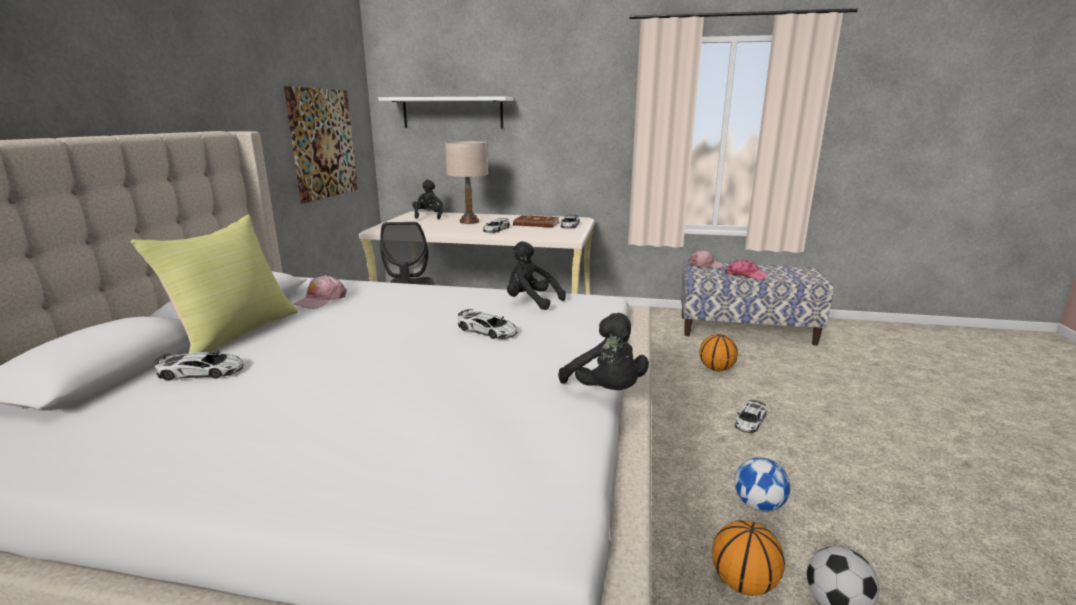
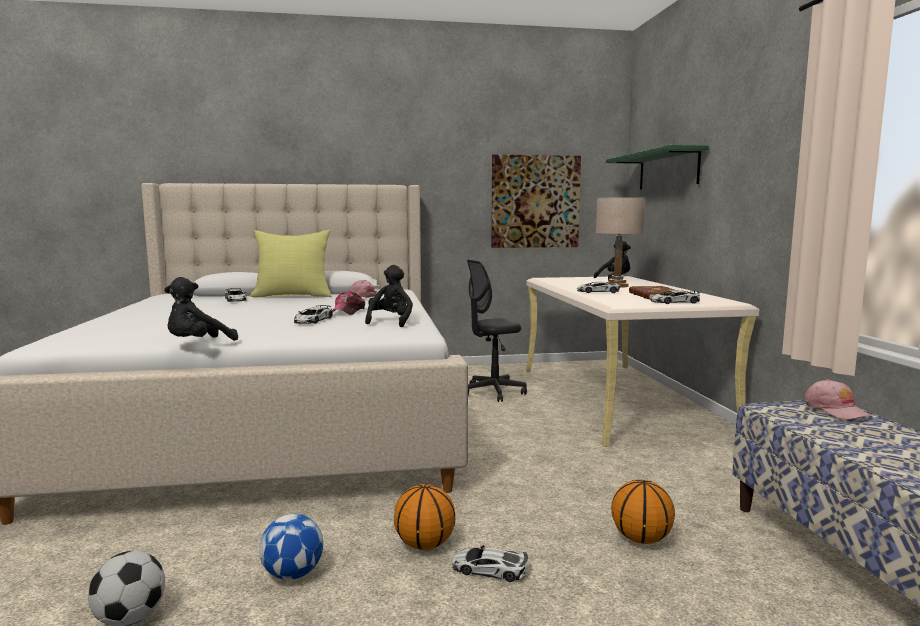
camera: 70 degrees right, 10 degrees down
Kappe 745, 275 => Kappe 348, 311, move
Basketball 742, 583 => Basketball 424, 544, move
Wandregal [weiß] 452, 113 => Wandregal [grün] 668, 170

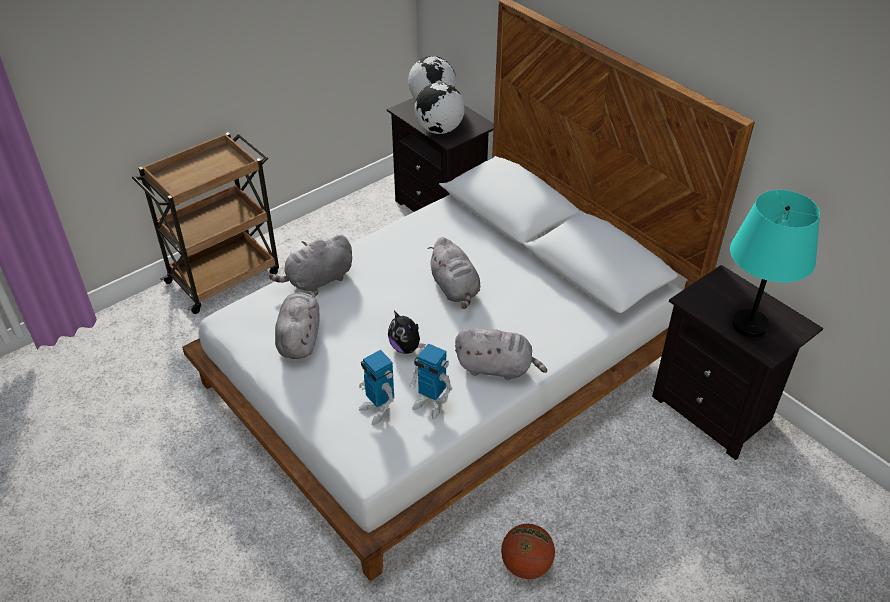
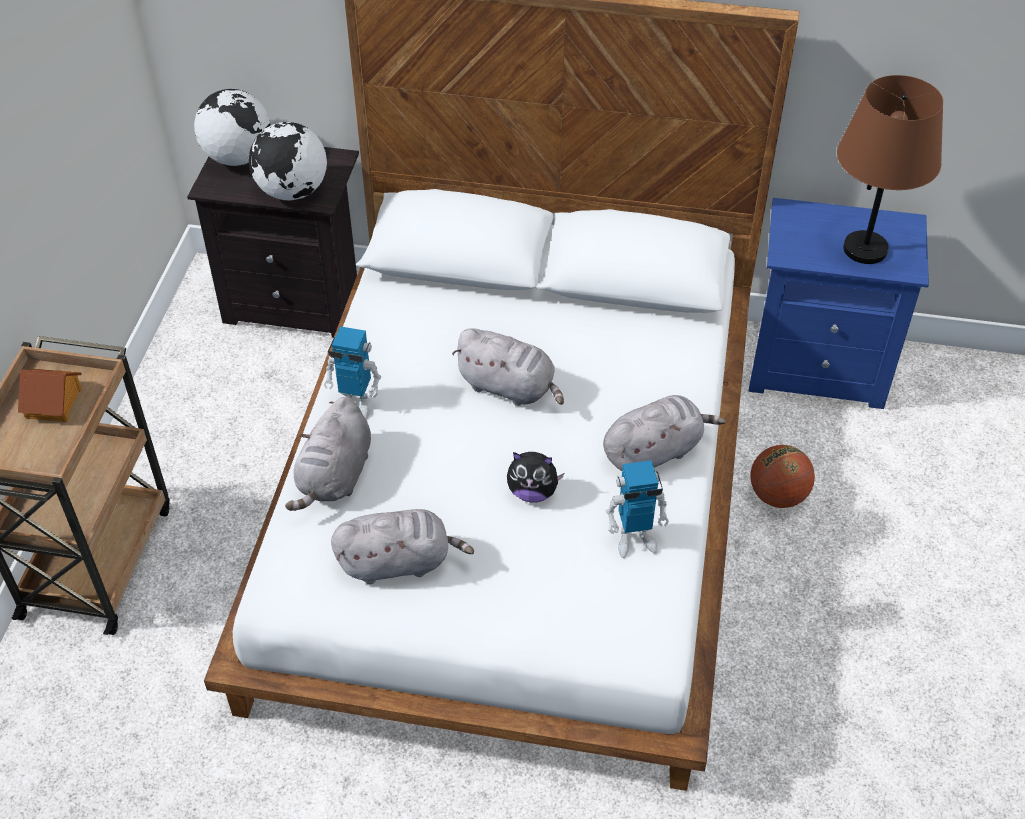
camera: 40 degrees left, 5 degrees up
nothing => Spielzeughaus 54, 403
Spielzeugroboter 378, 410 => Spielzeugroboter 355, 404, move
Plüschtier [grau] 299, 338 => Plüschtier [grau] 399, 562, 120 degrees clockwise
Nachttisch [schwarz] 715, 410 => Nachttisch [blau] 818, 368
Basketball 526, 565 => Basketball 777, 496, move
Tischlampe [türkis] 750, 324 => Tischlampe [braun] 865, 249

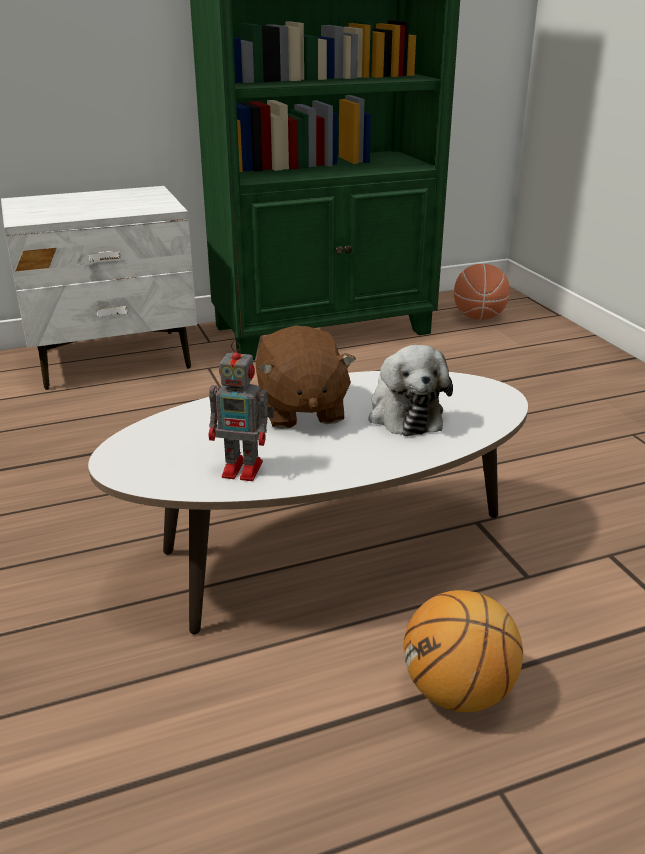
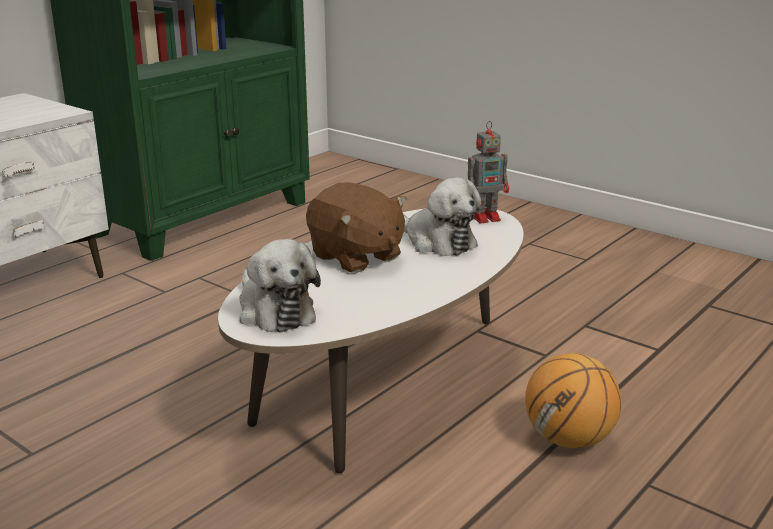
camera: 30 degrees left, 5 degrees down
nothing => Plüschtier 274, 311
Spielzeugroboter 244, 469 => Spielzeugroboter 486, 217, move
Basketball 479, 317 => nothing

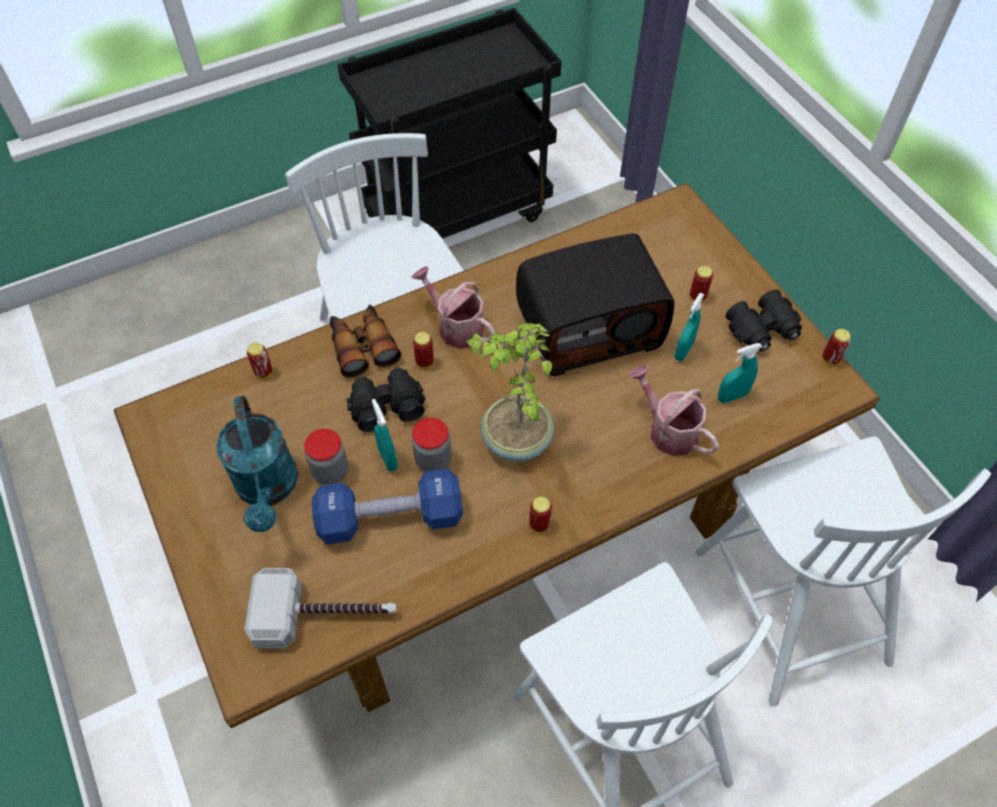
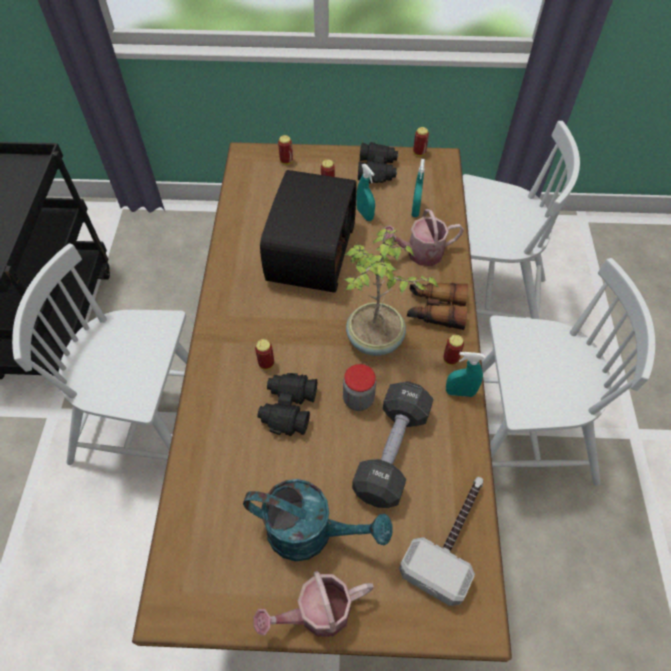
camera: 60 degrees left, 0 degrees up
Gießkanne 455, 326 => Gießkanne 316, 613, move
Dose 264, 372 => Dose 286, 161, move
Hantel [blau] 390, 518 => Hantel [schwarz] 392, 451
Fernglas 362, 346 => Fernglas 435, 310, move
Sprühflasche [türkis] 388, 458 => Sprühflasche [türkis] 460, 392, move
Vorratsglas 330, 471 => nothing

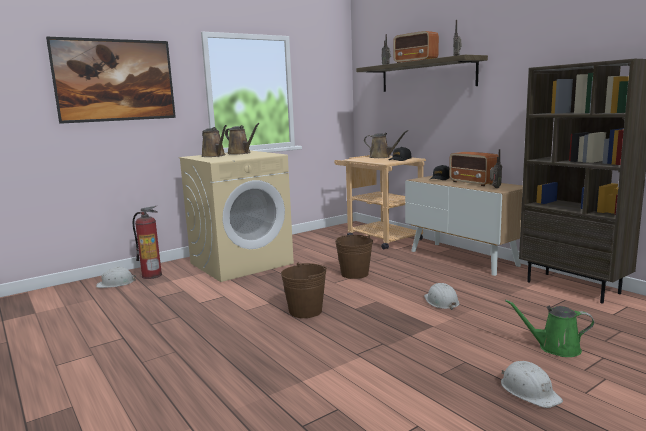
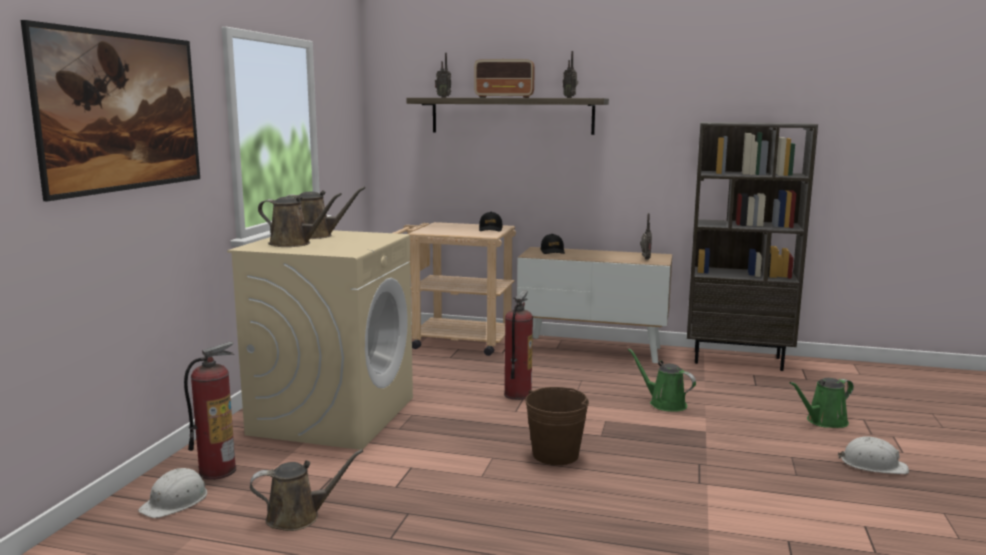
camera: 40 degrees left, 0 degrees up
Gießkanne [braun] 381, 157 => Gießkanne [braun] 298, 517, move
Eimer [braun] 354, 274 => Feuerlöscher 517, 394
Schutzhelm [weiß] 441, 301 => Gießkanne [grün] 664, 403
Radio 473, 183 => nothing

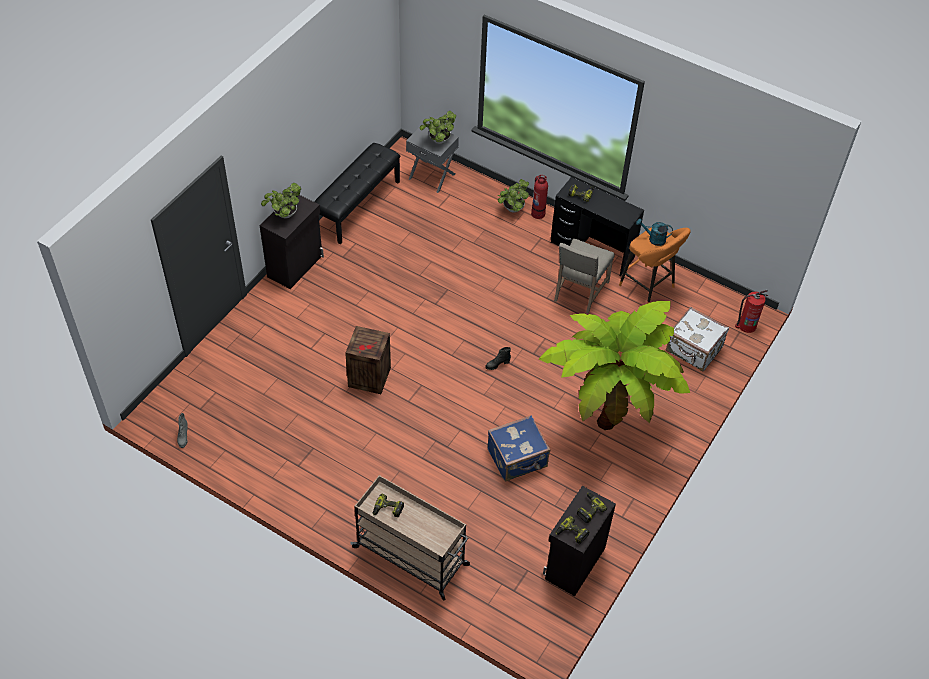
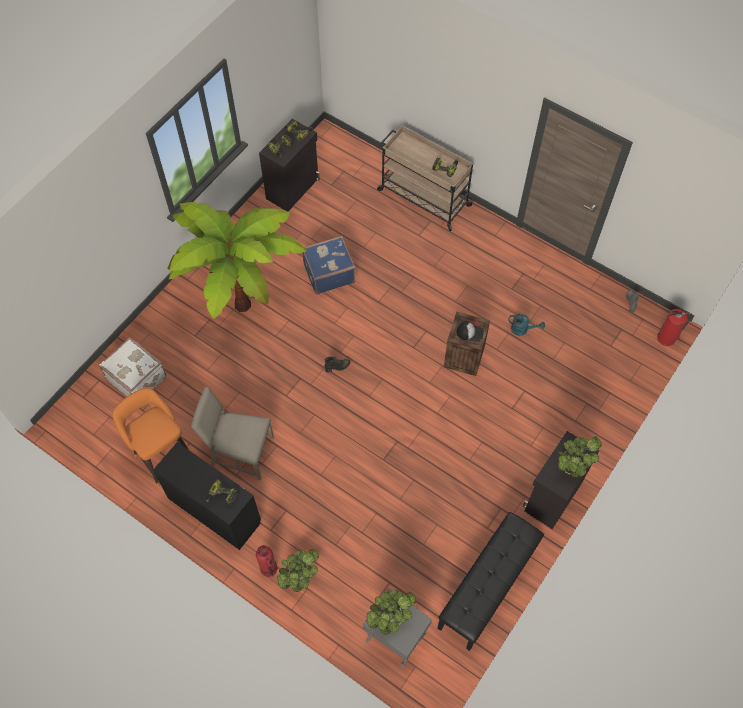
camera: 175 degrees left, 10 degrees up
Stuhl [beige] 579, 292 => Stuhl [beige] 240, 452, 105 degrees counterclockwise
nothing => Kappe 470, 332
Gießkanne [türkis] 653, 239 => Gießkanne [türkis] 522, 329, move
Feuerlöscher 746, 325 => Feuerlöscher 667, 338, move

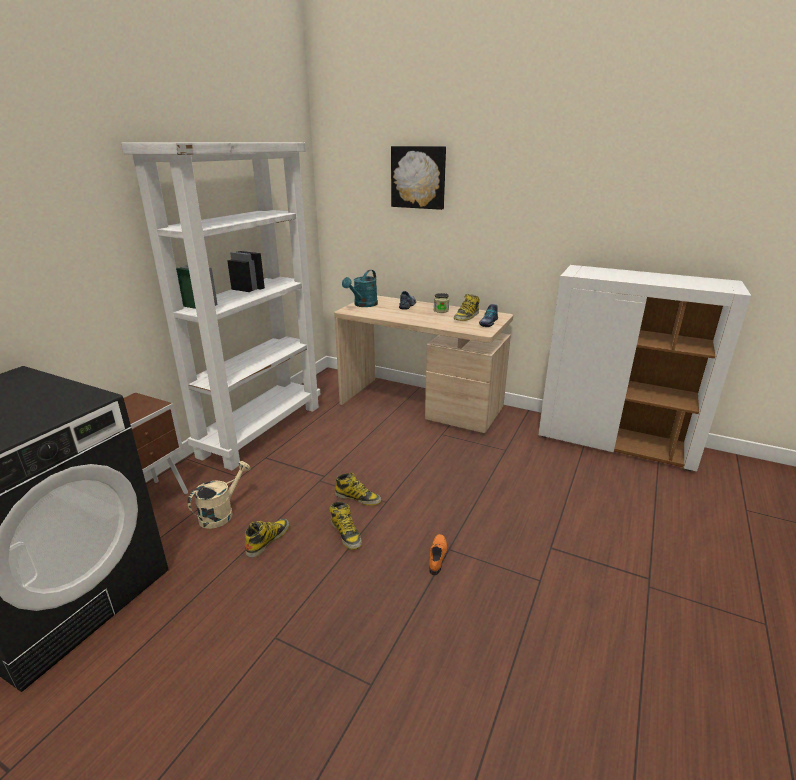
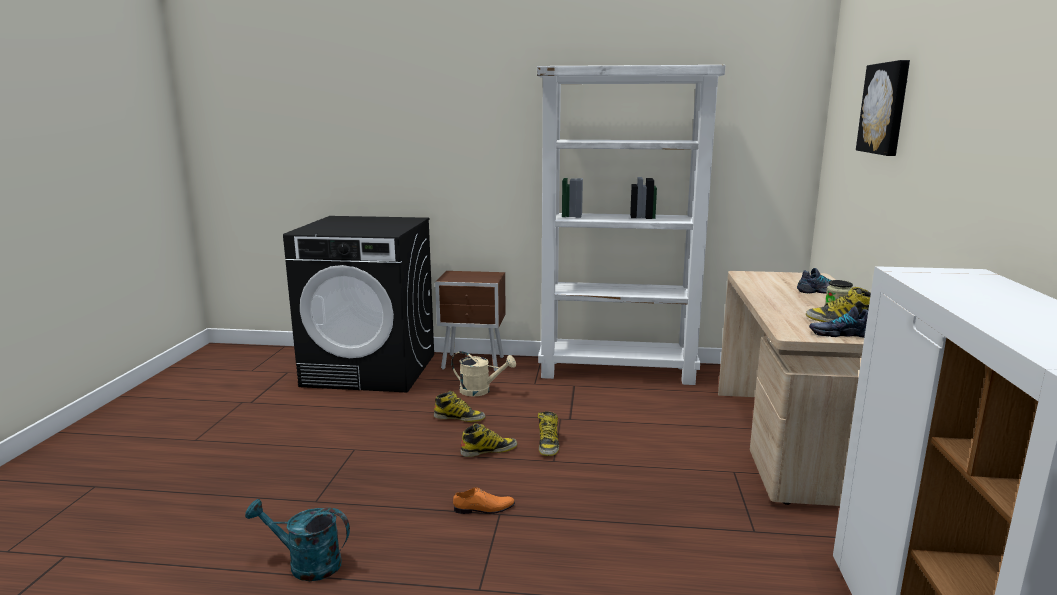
camera: 70 degrees right, 10 degrees down
Gießkanne [türkis] 363, 305 => Gießkanne [türkis] 306, 564, move
Stiefel 346, 533 => Stiefel 489, 450, 150 degrees counterclockwise

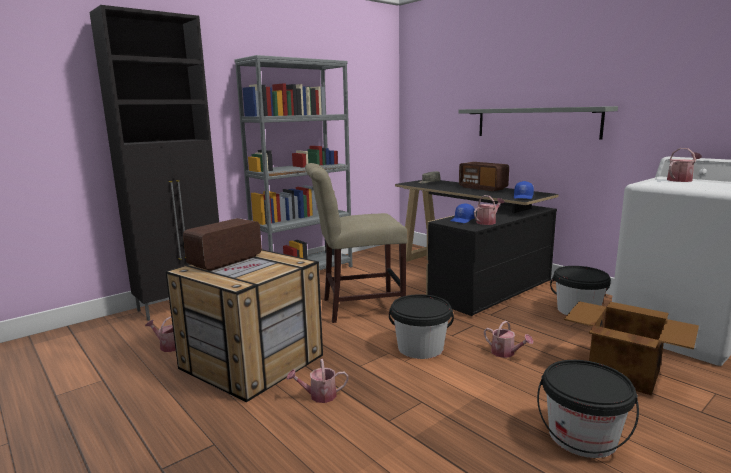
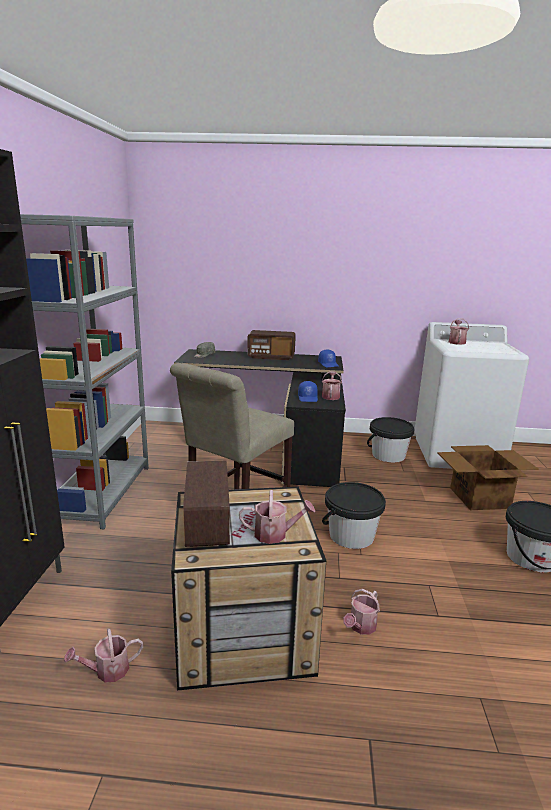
camera: 45 degrees left, 5 degrees up
Gießkanne 506, 353 => Gießkanne 275, 534, move
Wandregal [grau] 535, 122 => nothing

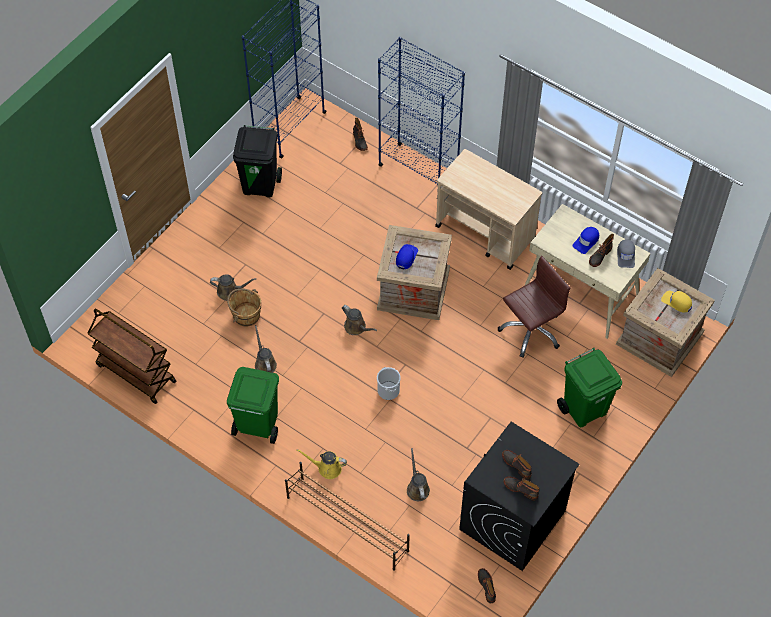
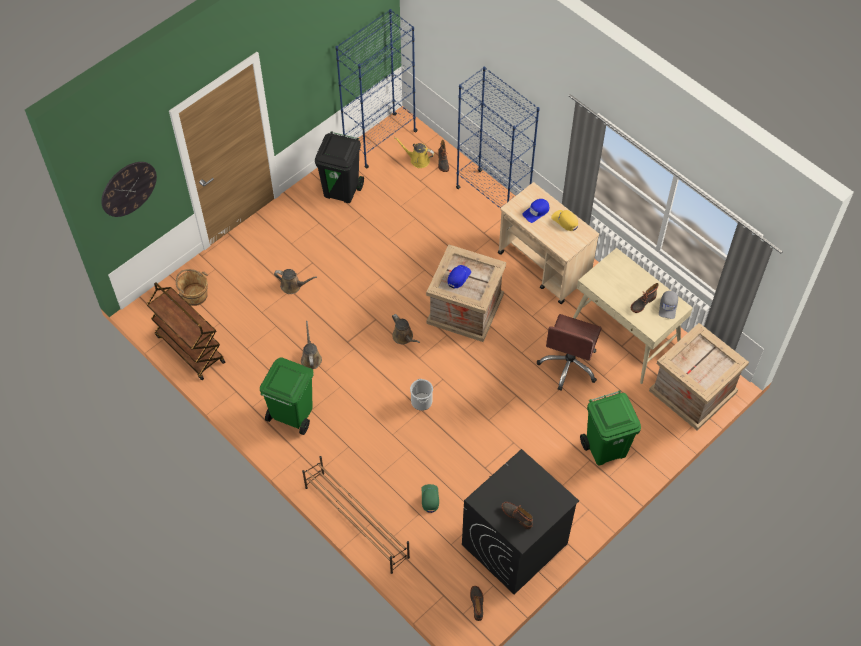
camera: 10 degrees right, 0 degrees up
nothing => Wanduhr 128, 188
Eimer [braun] 246, 315 => Eimer [braun] 194, 295, move
Gießkanne [gelb] 327, 468 => Gießkanne [gelb] 417, 160, move
Gießkanne [braun] 417, 488 => Kappe [grün] 430, 498
Kappe [blau] 586, 241 => Kappe [blau] 536, 212, move
Bürostuhl [braun] 530, 330 => Bürostuhl [braun] 569, 365, 135 degrees clockwise
Kappe [gelb] 676, 302 => Kappe [gelb] 565, 221, move
Stiefel 517, 465 => nothing

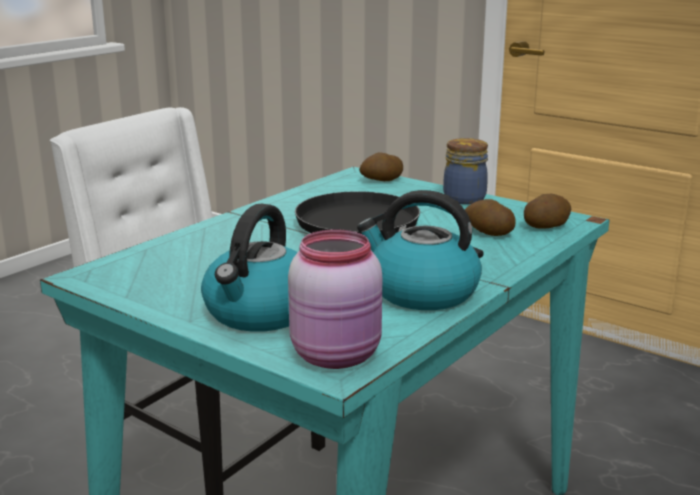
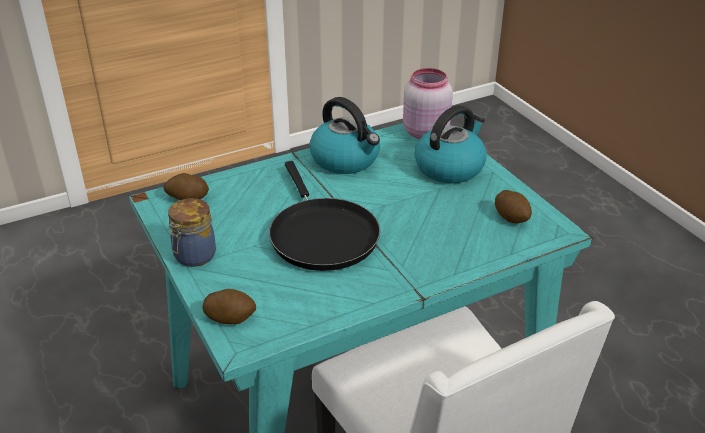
camera: 155 degrees left, 15 degrees up
Kartoffel 488, 233 => Kartoffel 512, 217, move

